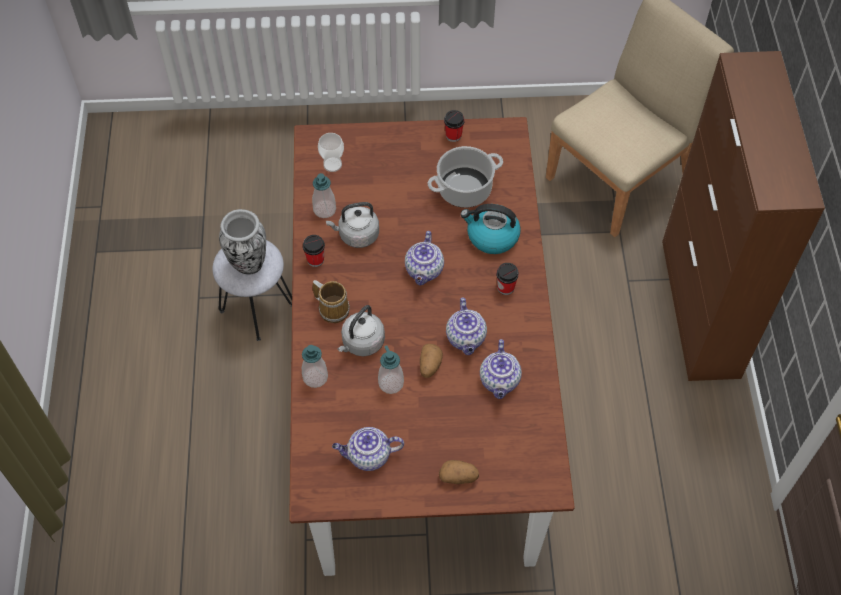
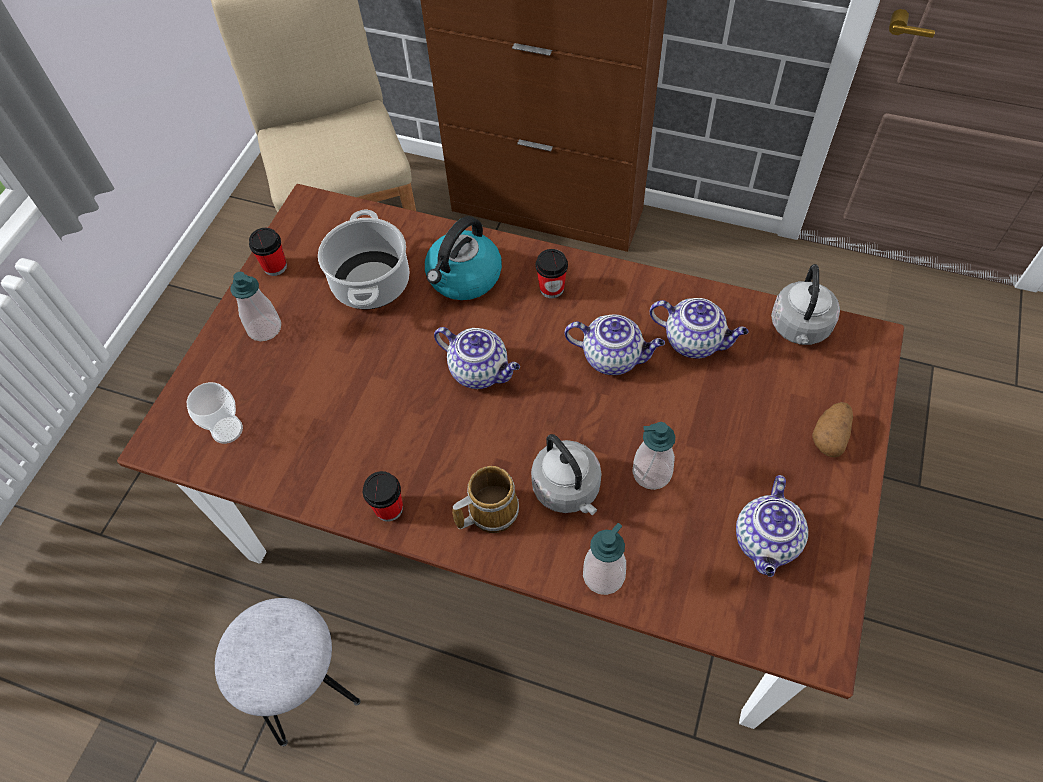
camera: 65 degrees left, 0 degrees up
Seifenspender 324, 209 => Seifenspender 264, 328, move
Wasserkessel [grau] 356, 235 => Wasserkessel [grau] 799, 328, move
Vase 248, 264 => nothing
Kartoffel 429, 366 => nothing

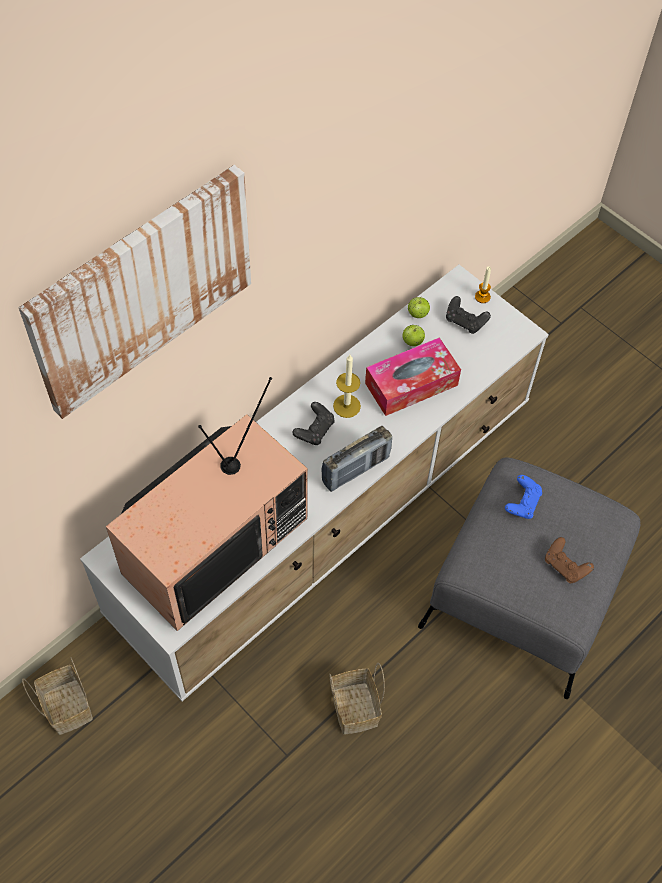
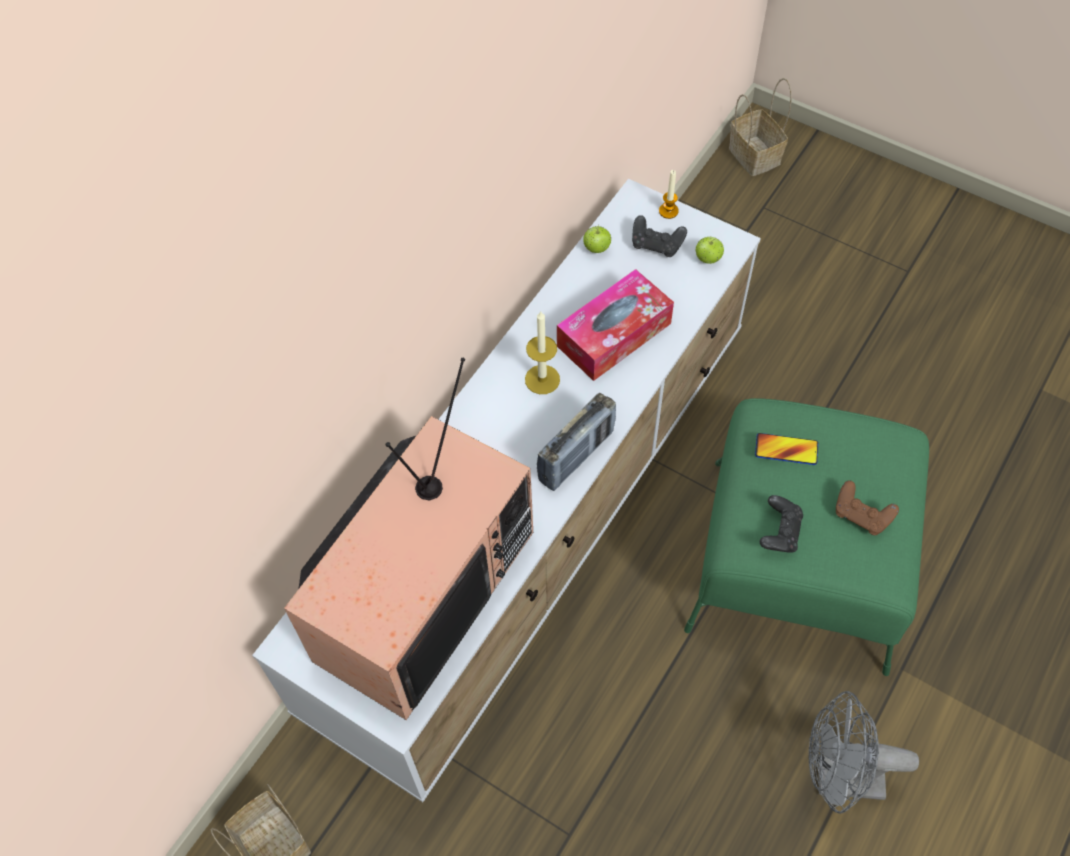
camera: 10 degrees left, 0 degrees up
Polsterhocker [grau] 521, 596 => Polsterhocker [grün] 796, 564
Apfel 412, 342 => Apfel 708, 259, move
Korb 353, 707 => Korb 752, 155, move
Gamepad [blau] 522, 503 => Handy 786, 450
Gamepad [schwarz] 314, 430 => Gamepad [schwarz] 779, 532, move
nothing => Ventilator [grau] 838, 778
Bild 141, 290 => nothing

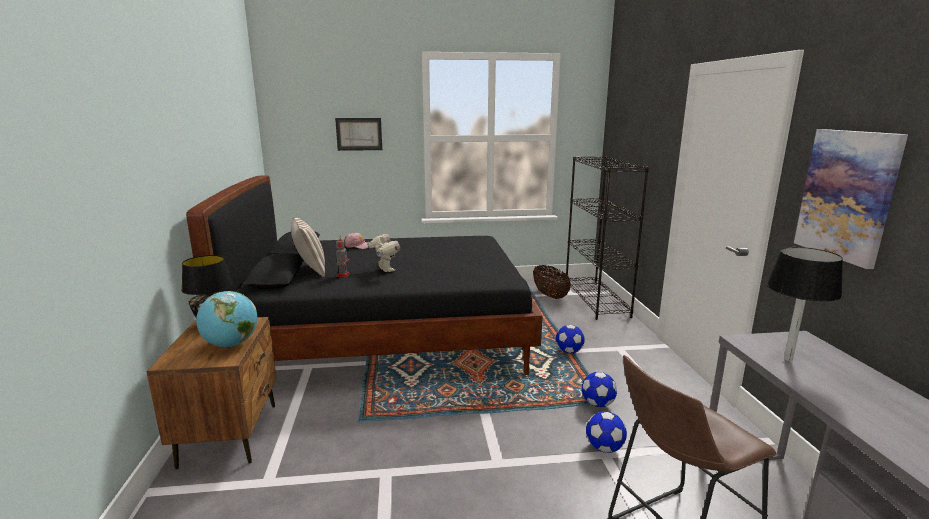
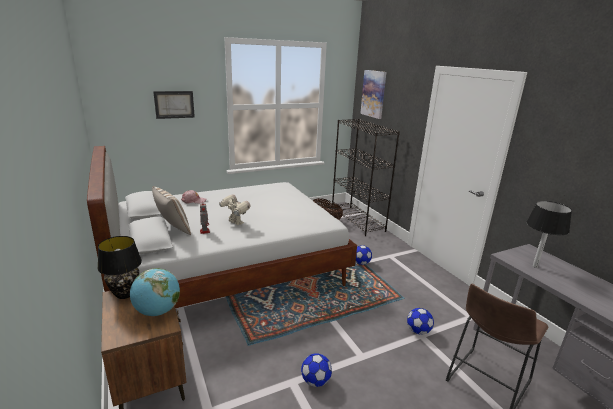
camera: 20 degrees left, 5 degrees up
Bett [schwarz] 386, 335 => Bett [weiß] 227, 269
Fußball 597, 404 => Fußball 315, 381, move
Bild 847, 195 => Bild 373, 94, move

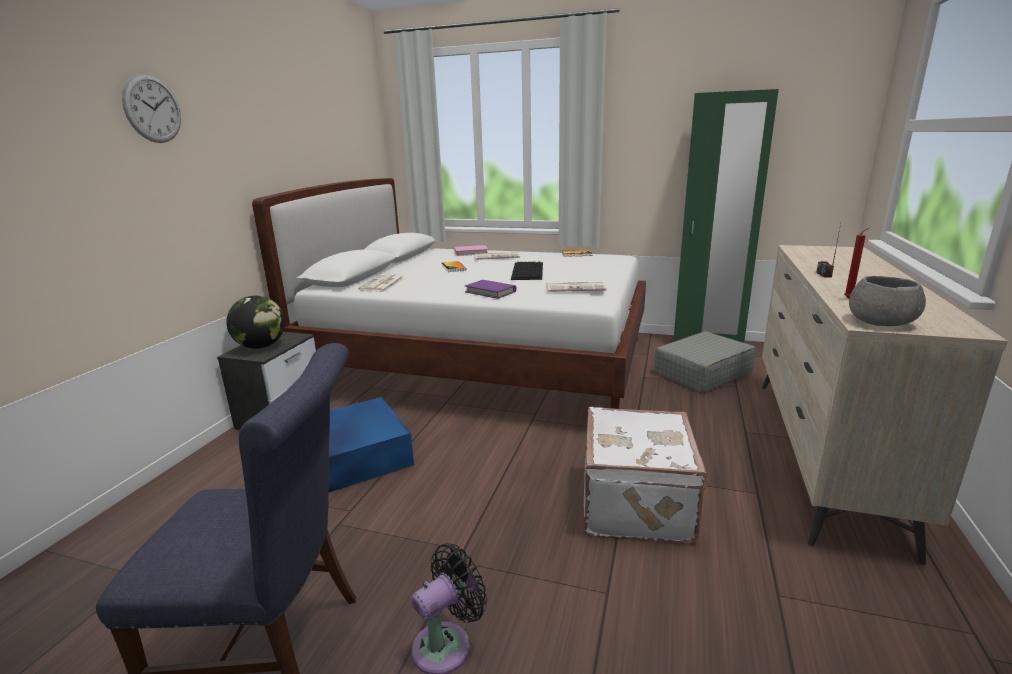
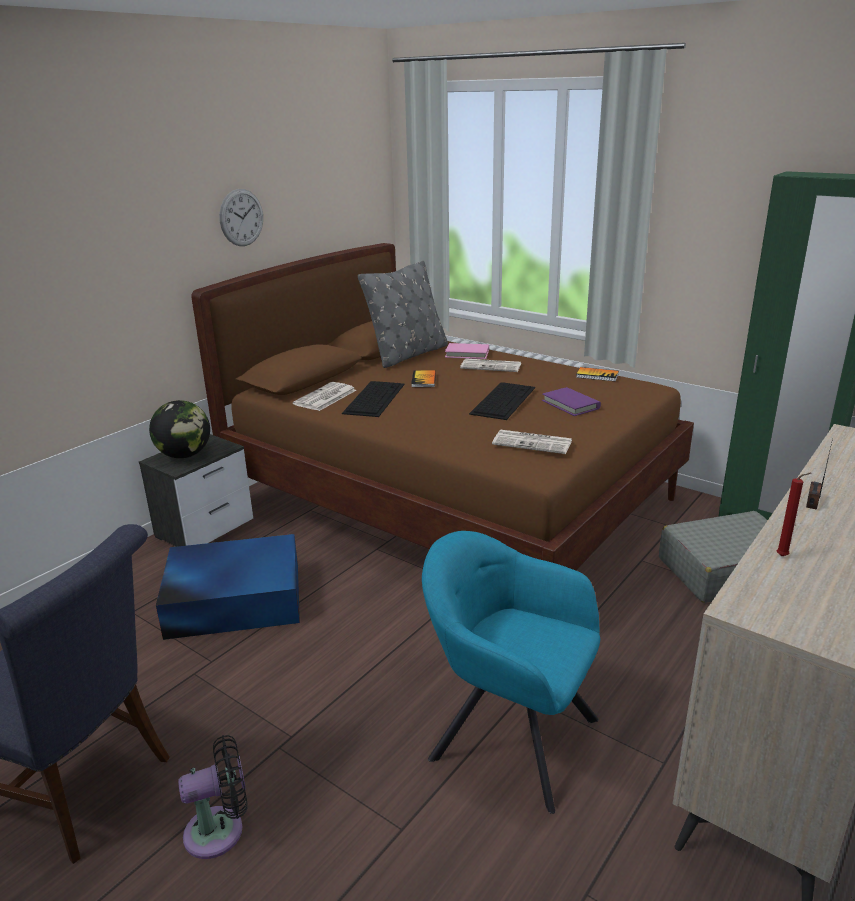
camera: 20 degrees right, 5 degrees up
Bett [weiß] 482, 363 => Bett [braun] 451, 499
Wanduhr 152, 109 => Wanduhr 241, 217, move
nothing => Tastatur 374, 398
nothing => Kissen [grau] 408, 354
Koffer [weiß] 638, 503 => Sessel [türkis] 508, 736
Buch [lila] 490, 292 => Buch [lila] 570, 404, move
Schüssel [grau] 880, 322 => nothing

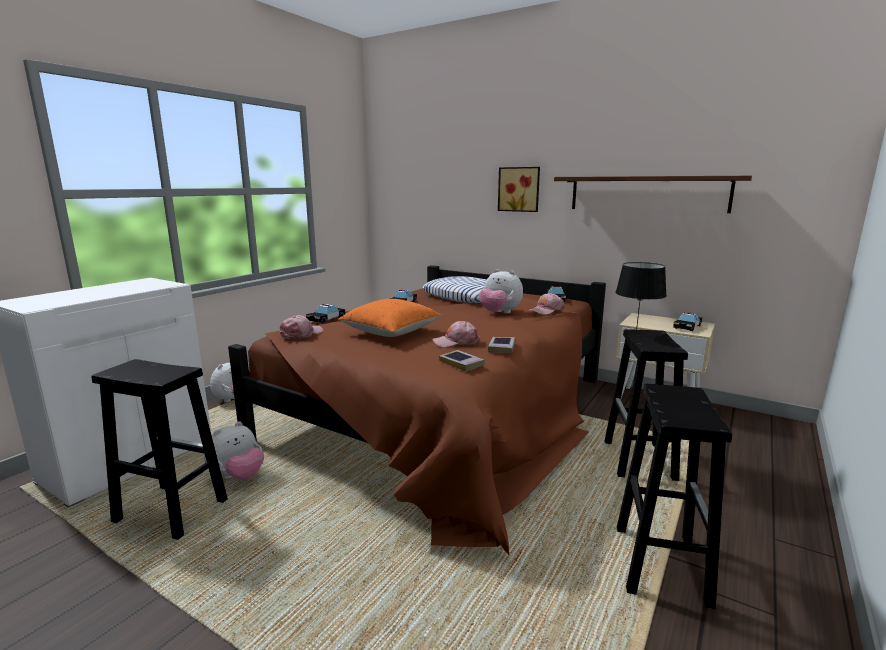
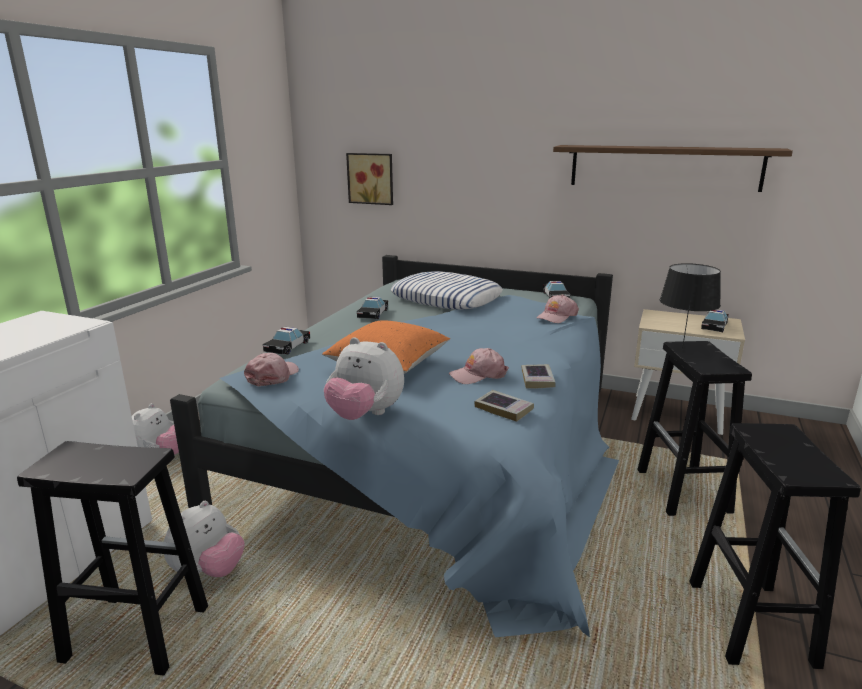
camera: 10 degrees left, 5 degrees up
Bett [braun] 446, 413 => Bett [blau] 442, 450
Plüschtier 499, 313 => Plüschtier 365, 415, move
Bild 519, 189 => Bild 371, 178, move

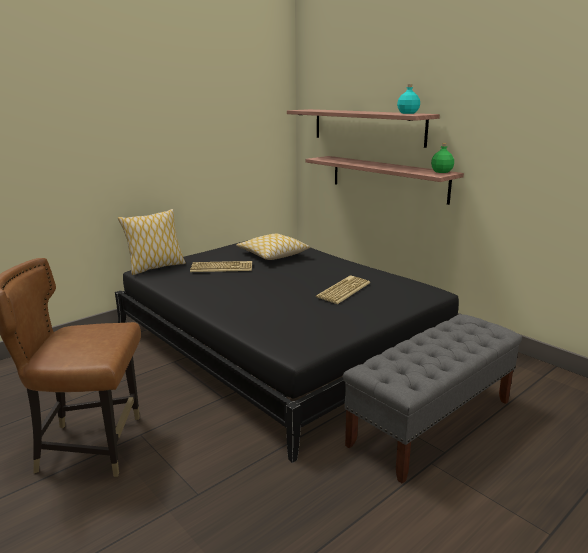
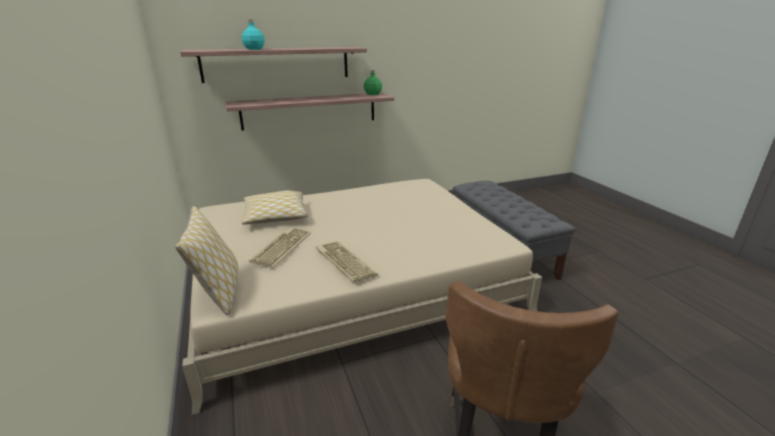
camera: 70 degrees left, 5 degrees up
Bett [schwarz] 280, 342 => Bett [beige] 351, 284
Flasche [türkis] 408, 113 => Flasche [türkis] 254, 49, move
Tastatur 343, 290 => Tastatur 343, 262, move

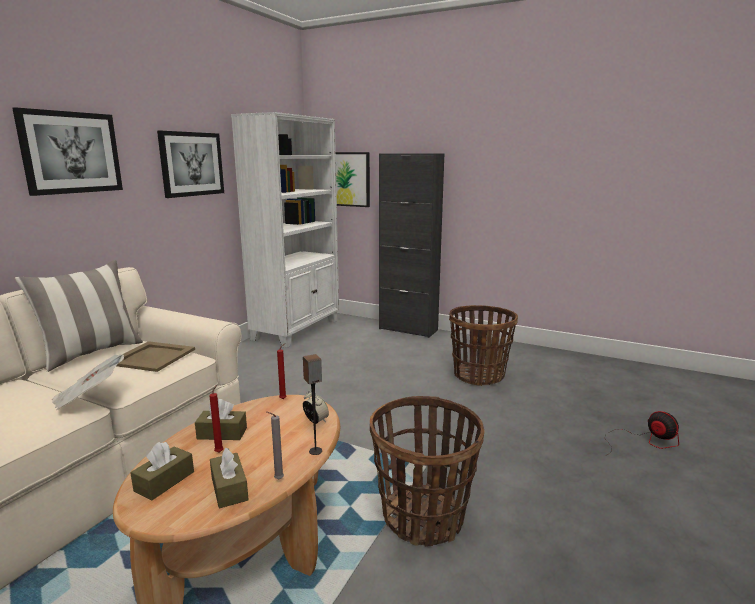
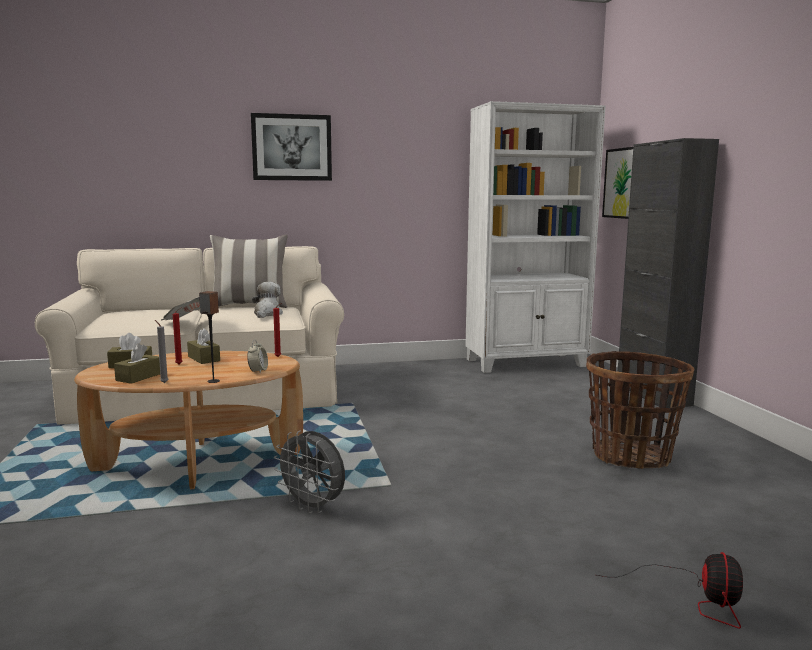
camera: 50 degrees right, 5 degrees down
Tablett [beige] 152, 357 => Plüschtier 267, 314
Korb 423, 517 => Ventilator [grau] 313, 507
Bild 191, 164 => nothing

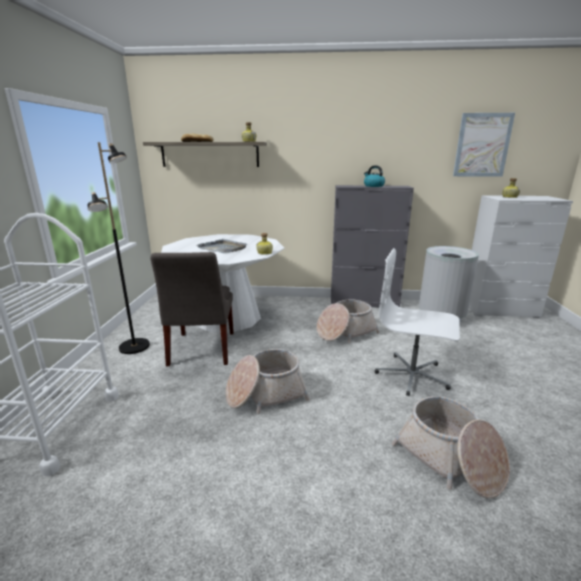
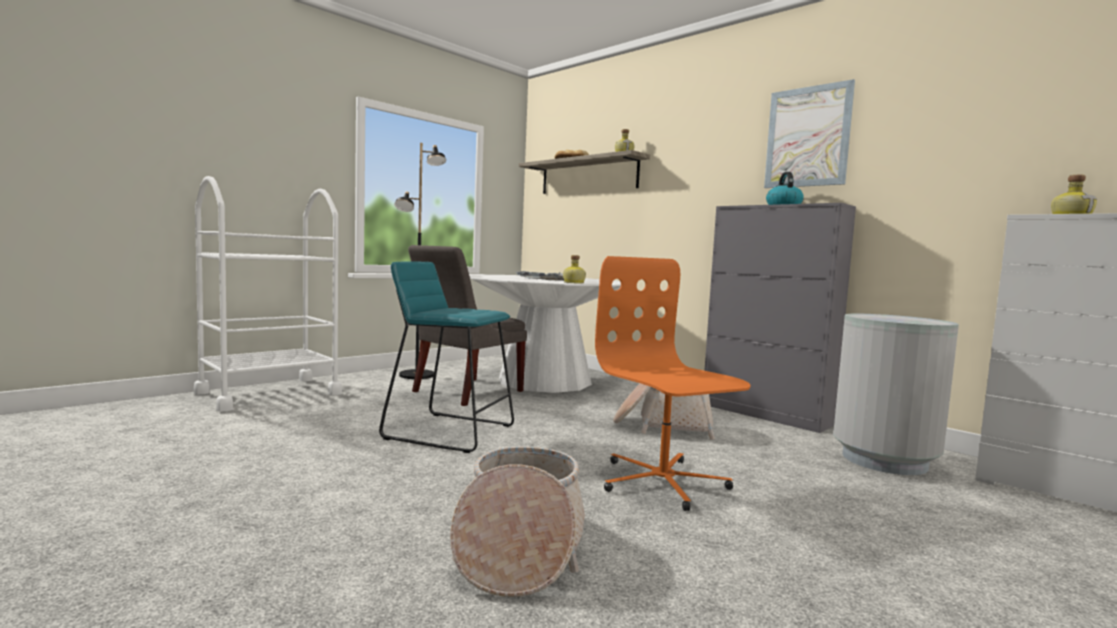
camera: 40 degrees right, 15 degrees down
Korb 265, 393 => Hocker [türkis] 450, 431
Bürostuhl [weiß] 412, 375 => Bürostuhl [orange] 662, 482
Bild 482, 145 => Bild 807, 137, move

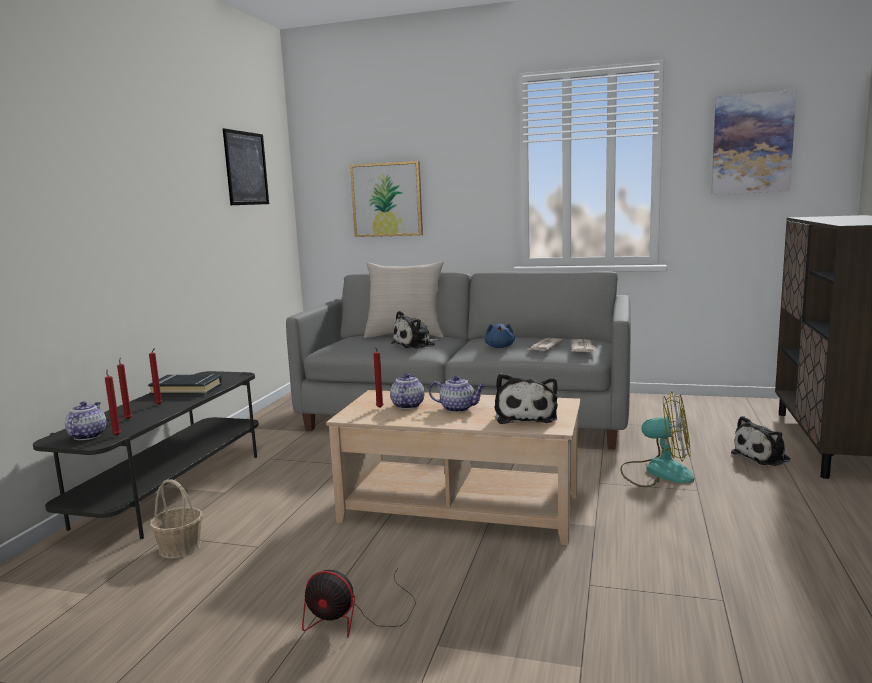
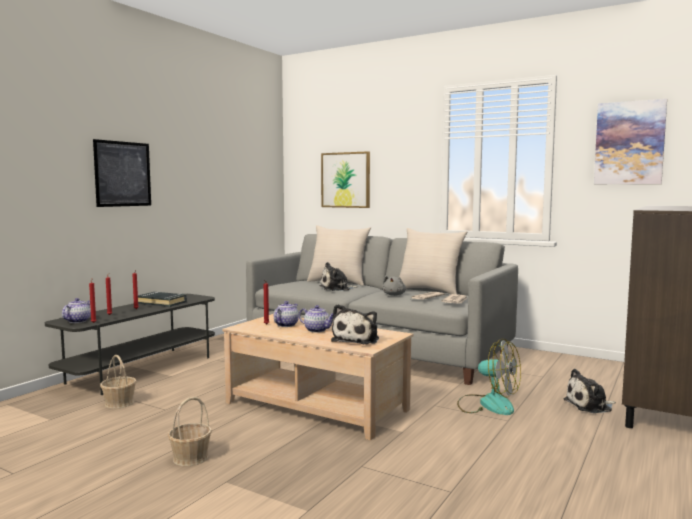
camera: 15 degrees right, 5 degrees down
Bild 246, 168 => Bild 123, 174, move
Ventilator 356, 617 => Korb 190, 458
Plüschtier [blau] 500, 347 => Plüschtier [grau] 394, 295
nothing => Kissen [beige] 429, 291

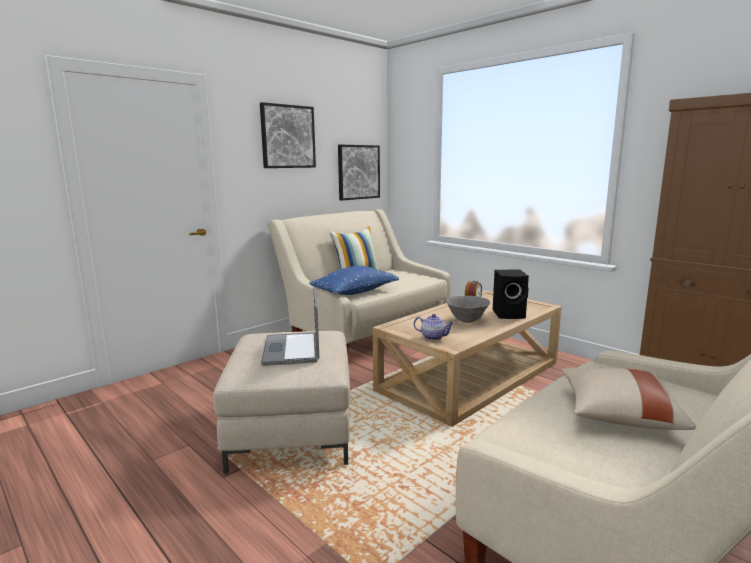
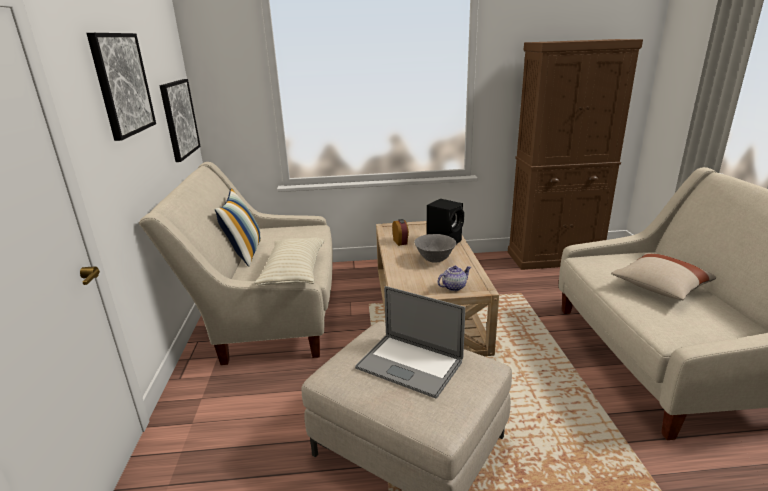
camera: 50 degrees left, 10 degrees up
Kissen [blau] 355, 292 => Kissen [beige] 294, 273

